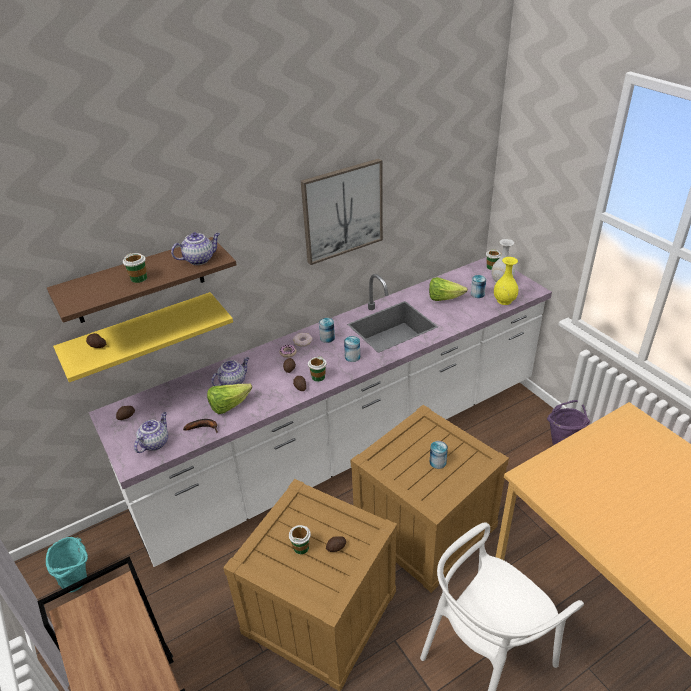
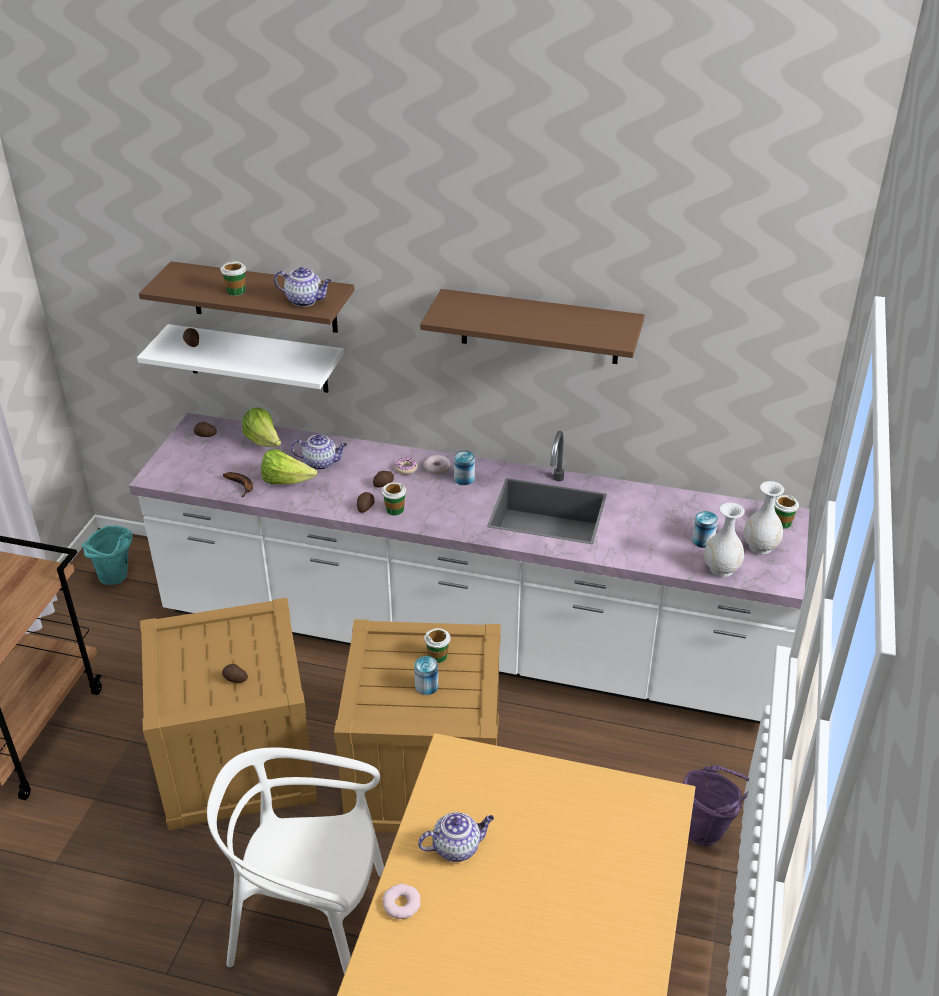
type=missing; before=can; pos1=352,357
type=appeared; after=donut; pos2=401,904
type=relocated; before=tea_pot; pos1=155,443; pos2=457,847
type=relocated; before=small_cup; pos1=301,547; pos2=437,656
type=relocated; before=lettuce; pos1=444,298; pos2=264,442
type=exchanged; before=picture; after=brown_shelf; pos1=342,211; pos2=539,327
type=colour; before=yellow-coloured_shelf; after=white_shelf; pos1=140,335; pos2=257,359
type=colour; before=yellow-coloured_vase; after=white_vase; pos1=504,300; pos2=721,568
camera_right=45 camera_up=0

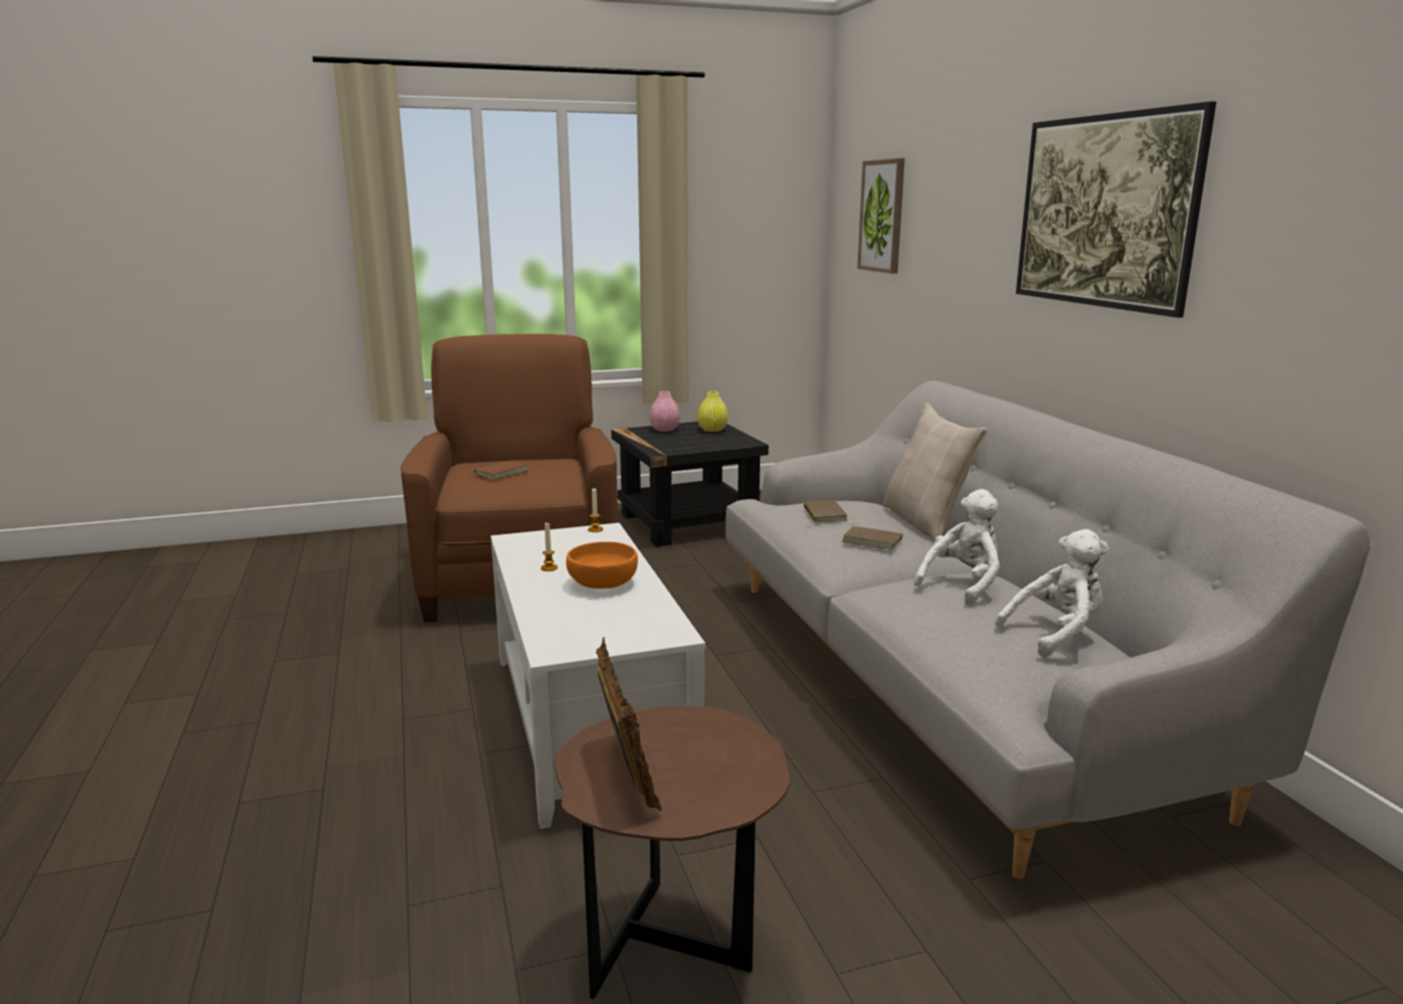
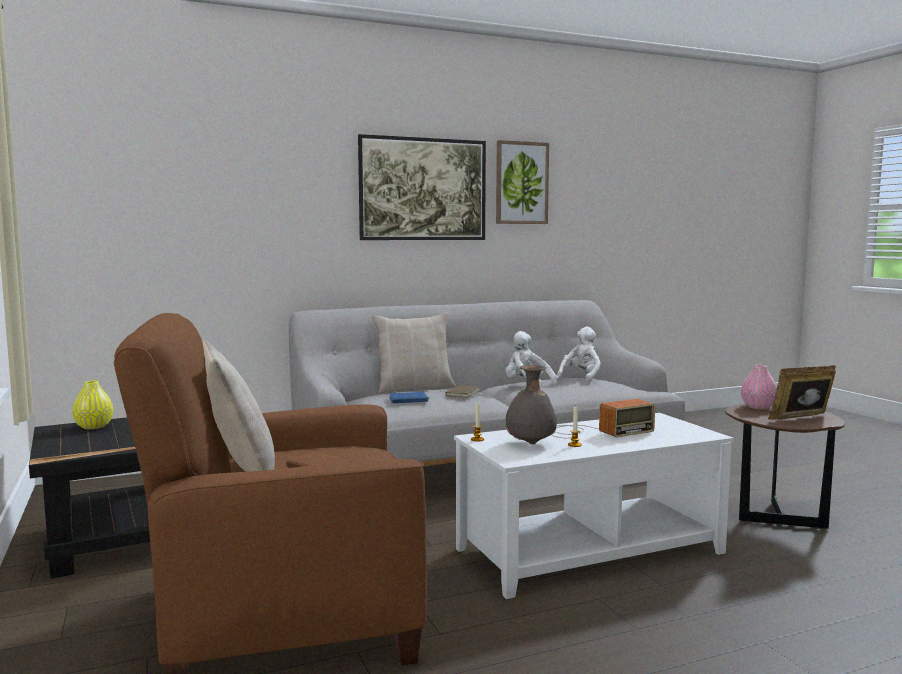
type=appeared; after=sand-coloured_pillow; pos2=239,471
type=appeared; after=greyish_vase; pos2=530,444
type=relocated; before=pink_vase; pos1=664,430; pos2=758,407
type=relocated; before=picture; pos1=882,216; pos2=521,183
type=exchanged; before=orange-coloured_serving_bowl; after=radio_set; pos1=603,583; pos2=593,431
type=colour; before=brown_volume; after=bluish_volume; pos1=822,514; pos2=408,400
type=spun; before=white_cuddly_toy; pos1=1056,634; pos2=581,378; turn=60
camera_right=-95 camera_up=-10

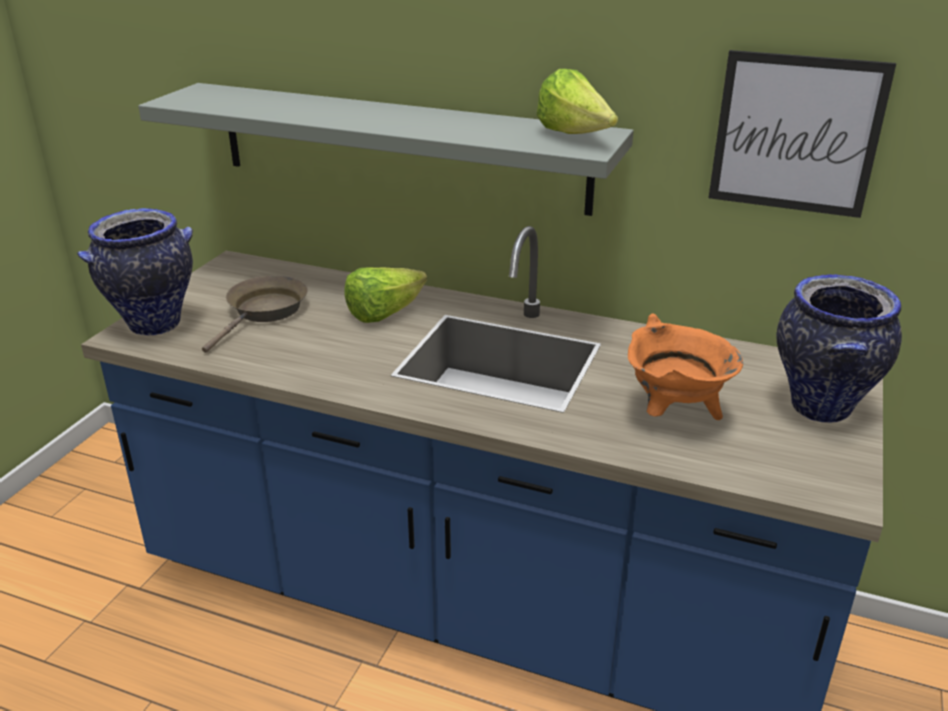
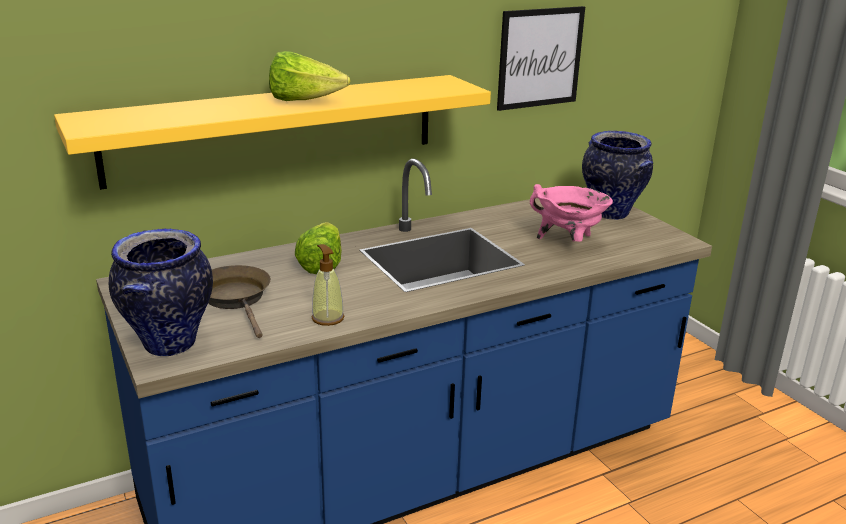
type=appeared; after=soap_bottle; pos2=327,318
type=relocated; before=lettuce; pos1=575,136; pos2=304,101
type=colour; before=greyish_shelf; after=yellow-coloured_shelf; pos1=399,147; pos2=275,128
type=colour; before=orange-coloured_stockpot; after=pink_stockpot; pos1=674,414; pos2=568,242
camera_right=-50 camera_up=-5

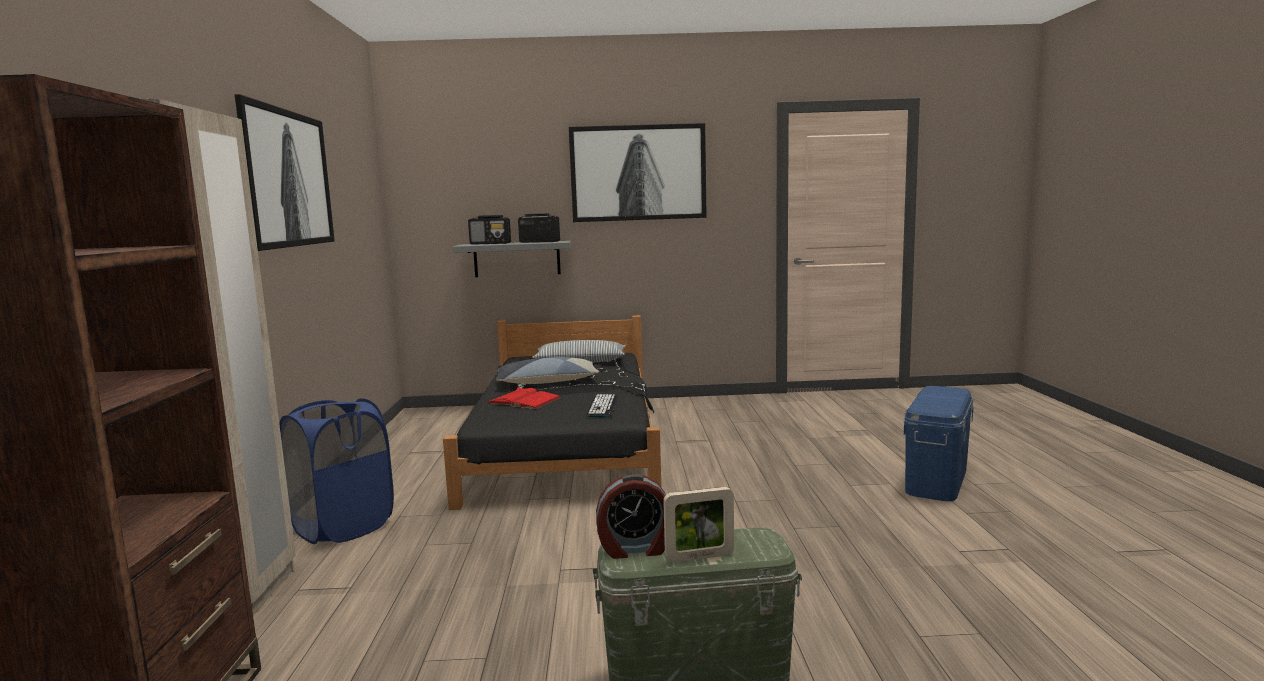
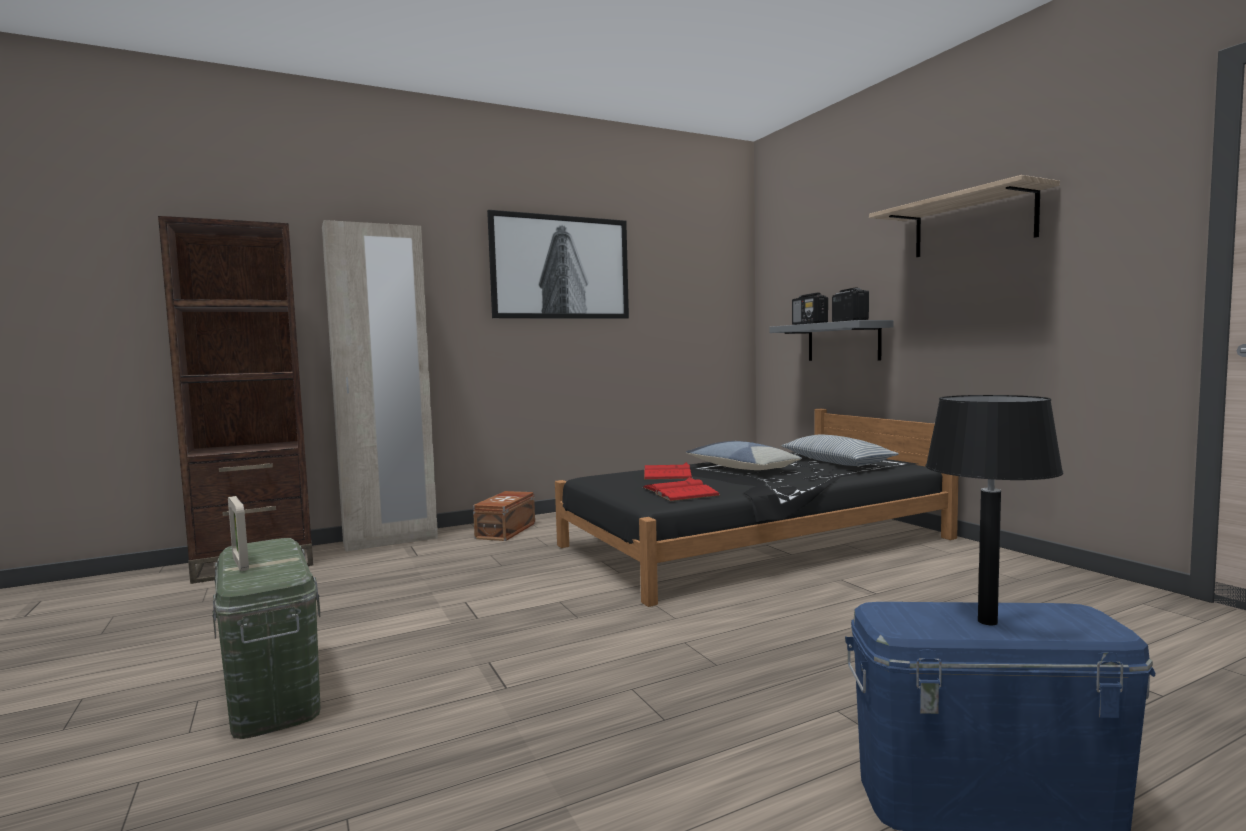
type=missing; before=table_clock; pos1=635,549
type=appeared; after=black-coloured_table_lamp; pos2=987,622
type=exchanged; before=bluish_laundry_basket; after=brown_storage_container; pos1=343,527; pos2=507,530
type=exchanged; before=picture; after=shelf; pos1=638,173; pos2=973,224
type=exchanged; before=keyboard; after=red_volume; pos1=602,406; pos2=680,491
camera_right=65 camera_up=-5

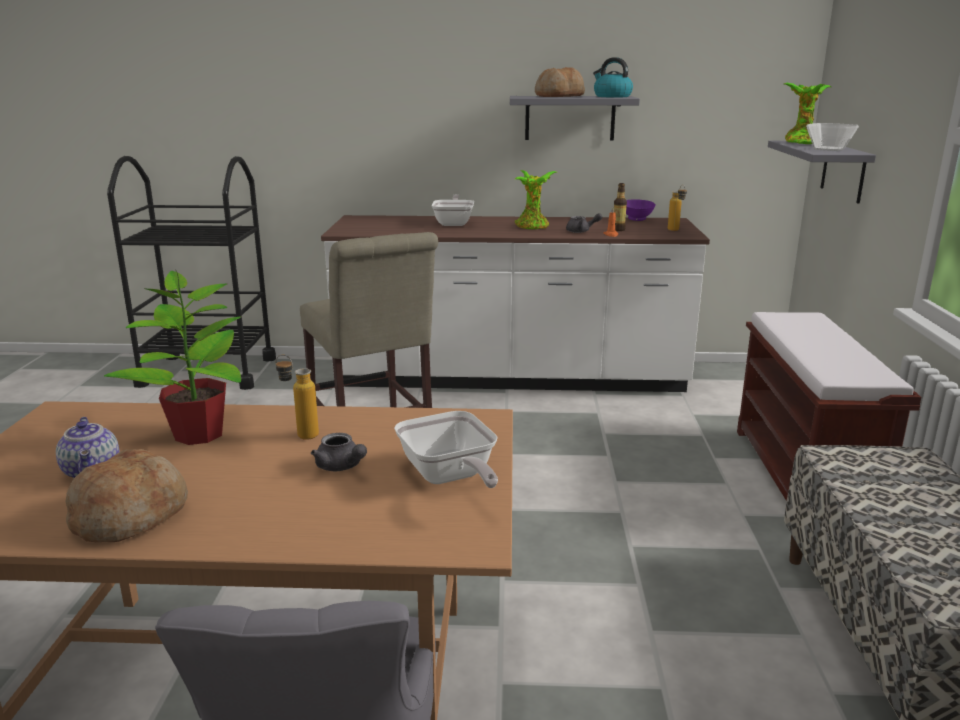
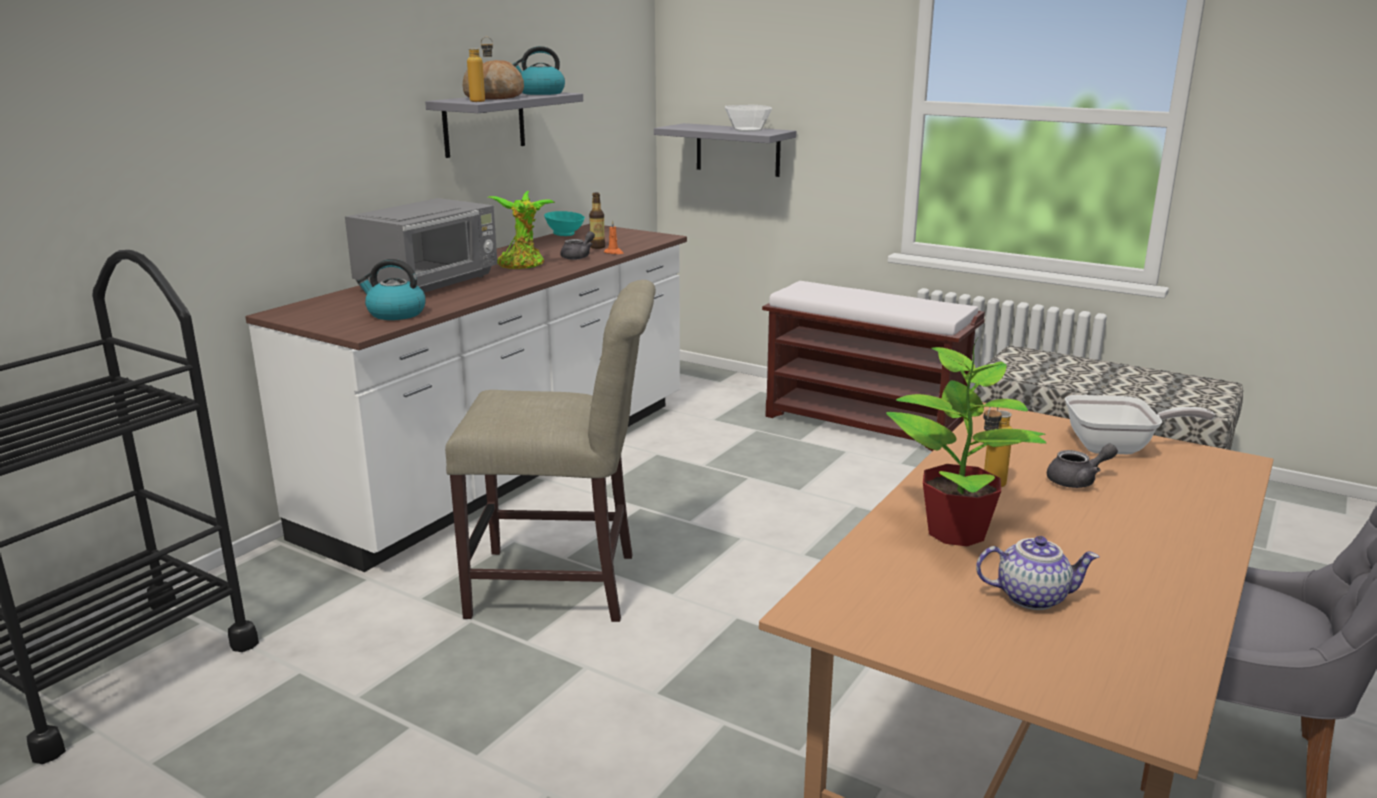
type=missing; before=baked_bread; pos1=130,515
type=missing; before=potted_plant; pos1=801,142
type=appeared; after=water_kettle; pos2=395,314
type=relocated; before=beverage_bottle; pos1=675,230; pos2=483,101
type=exchanged; before=skillet; after=greyish_microwave; pos1=454,223; pos2=430,284
type=colour; before=purplish_serving_bowl; after=turquoise-coloured_serving_bowl; pos1=636,219; pos2=564,234
camera_right=-60 camera_up=0

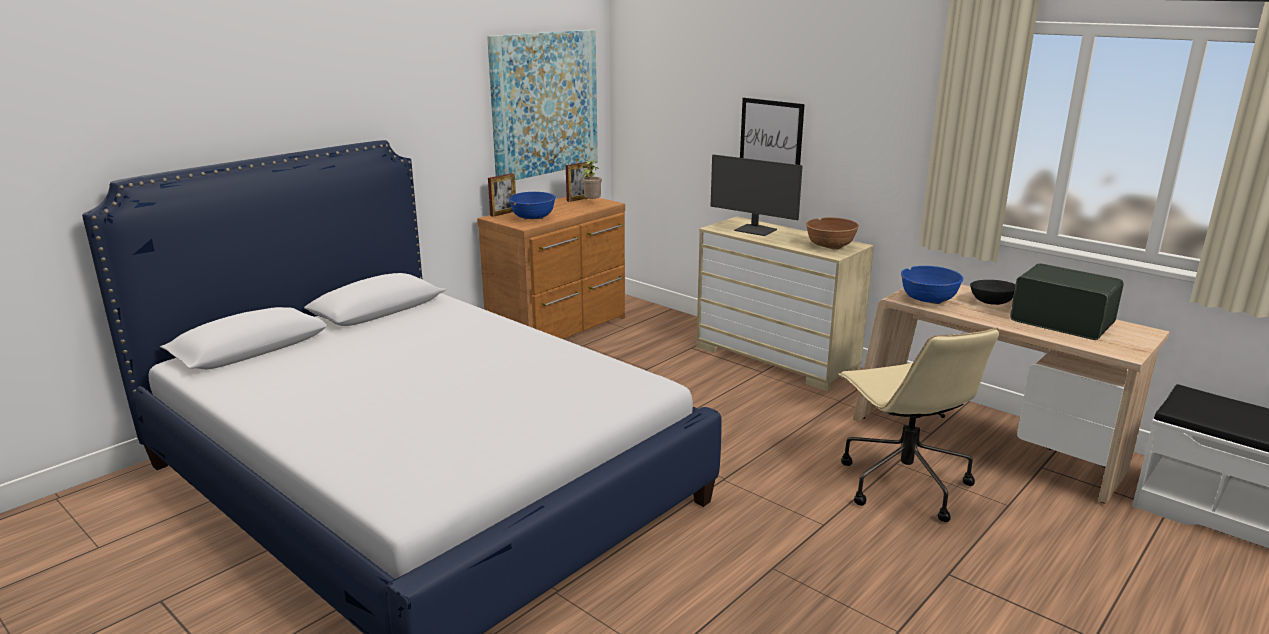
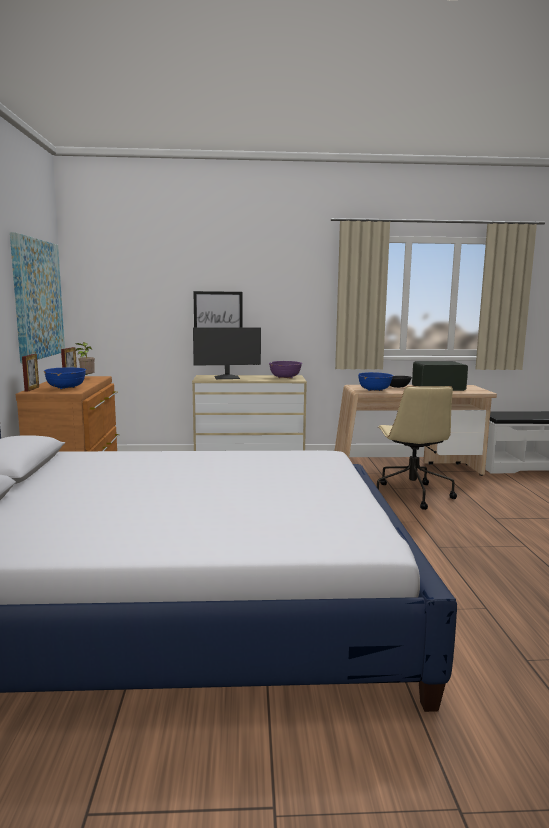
type=colour; before=brown_serving_bowl; after=purplish_serving_bowl; pos1=830,246; pos2=285,378
type=spun; before=sand-coloured_desk_chair; pos1=902,483; pos2=411,494; turn=60
camera_right=-45 camera_up=-10

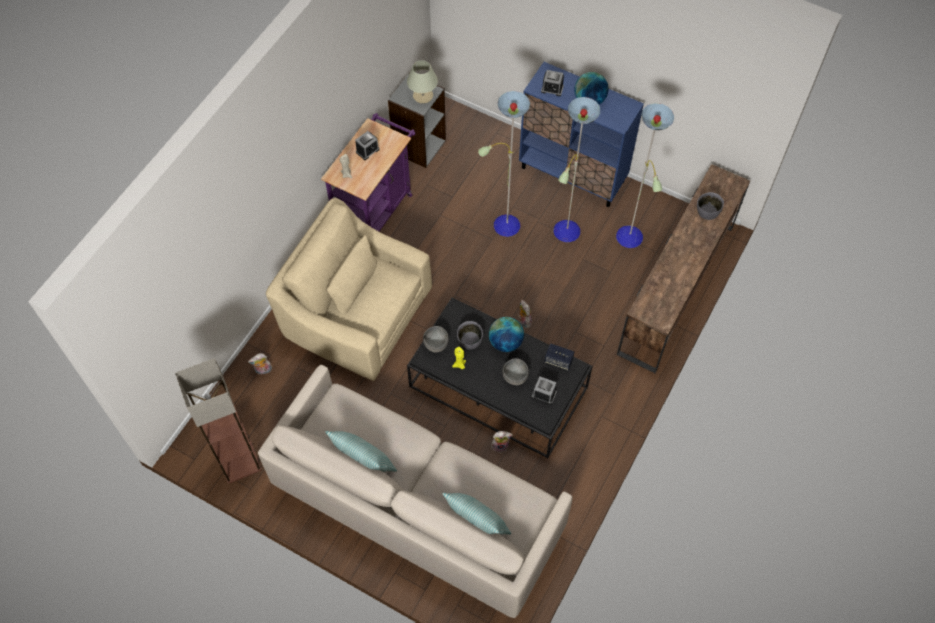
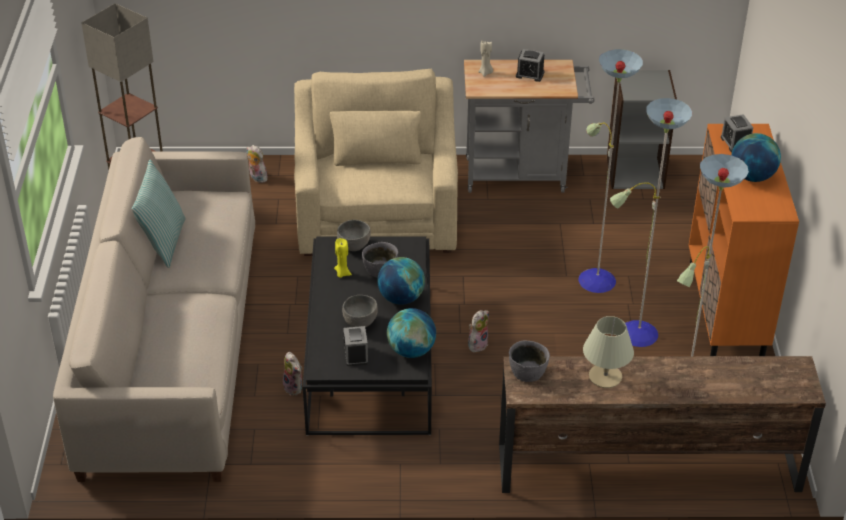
type=missing; before=pillow; pos1=477,524
type=relocated; before=sand-coloured_table_lamp; pos1=423,96; pos2=605,377
type=relocated; before=greyish_serving_bowl; pos1=707,211; pos2=527,371
type=exchanged; before=loudspeaker; after=globe; pos1=558,361; pos2=411,350
type=colour; before=purplish_wheeled_cart; after=greyish_wheeled_cart; pos1=376,208; pos2=522,174
type=colour; before=bluish_cabinet; after=orange-coloured_cabinet; pos1=573,175; pos2=726,308
camera_right=60 camera_up=-20

